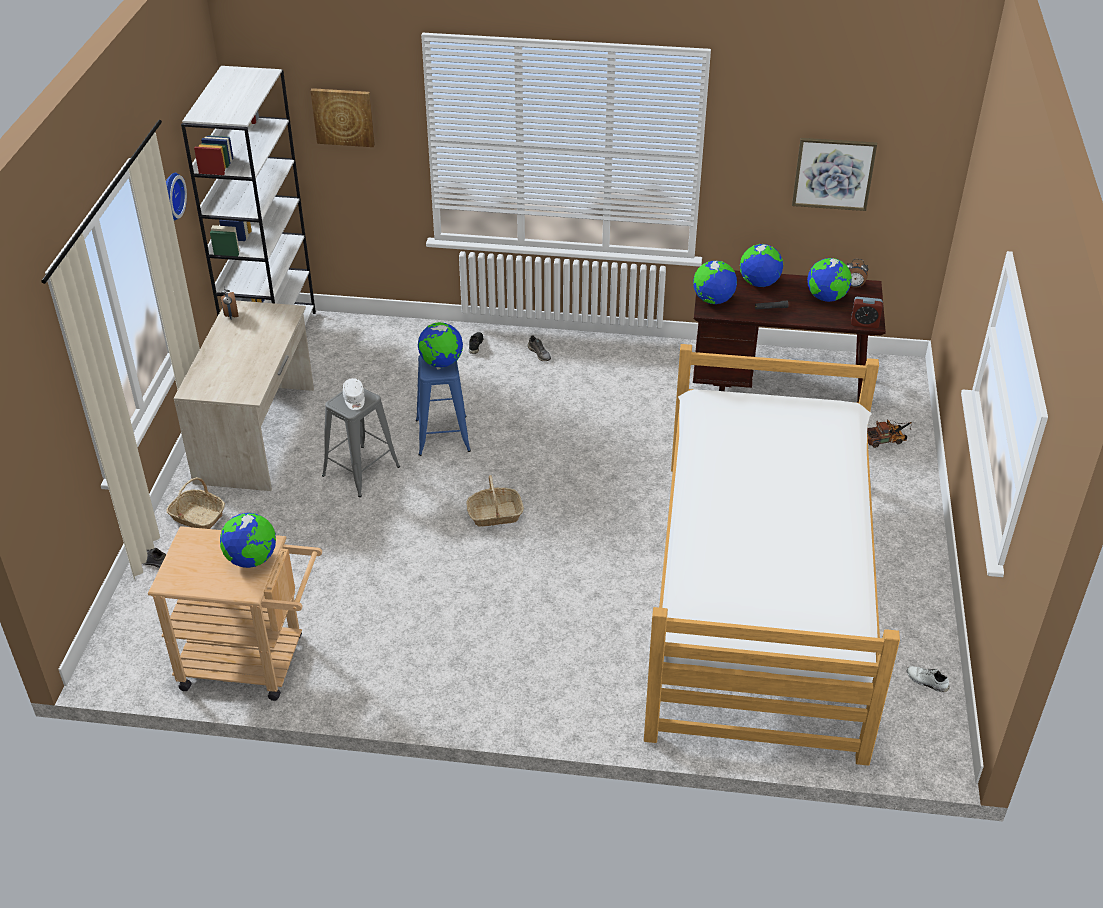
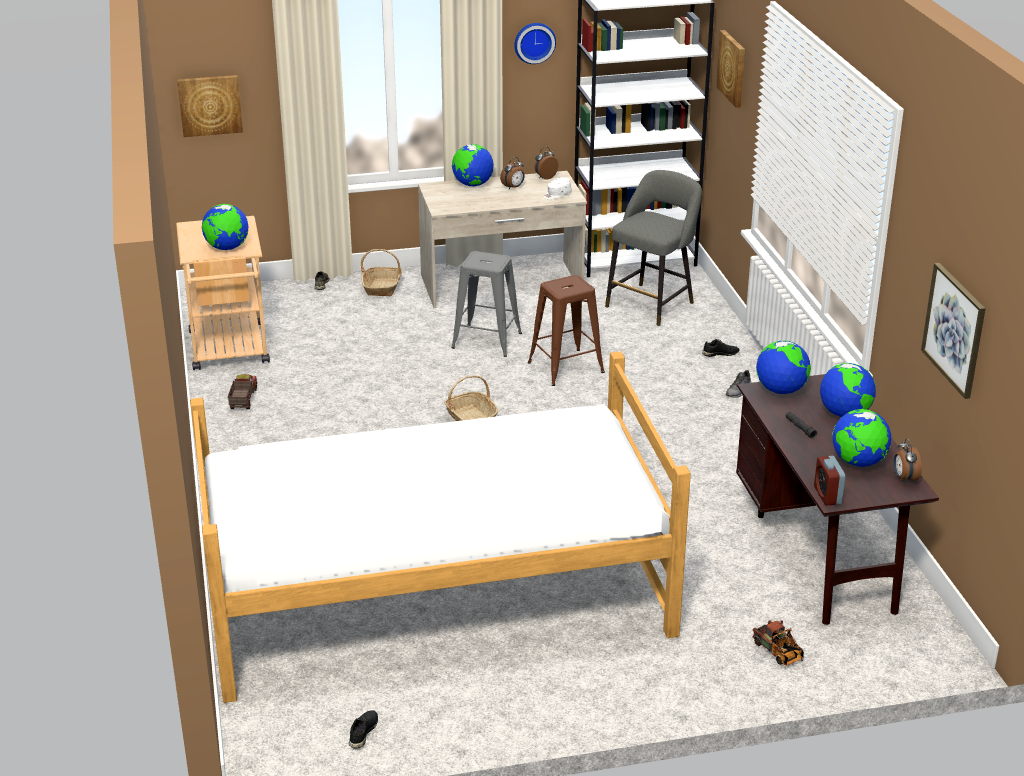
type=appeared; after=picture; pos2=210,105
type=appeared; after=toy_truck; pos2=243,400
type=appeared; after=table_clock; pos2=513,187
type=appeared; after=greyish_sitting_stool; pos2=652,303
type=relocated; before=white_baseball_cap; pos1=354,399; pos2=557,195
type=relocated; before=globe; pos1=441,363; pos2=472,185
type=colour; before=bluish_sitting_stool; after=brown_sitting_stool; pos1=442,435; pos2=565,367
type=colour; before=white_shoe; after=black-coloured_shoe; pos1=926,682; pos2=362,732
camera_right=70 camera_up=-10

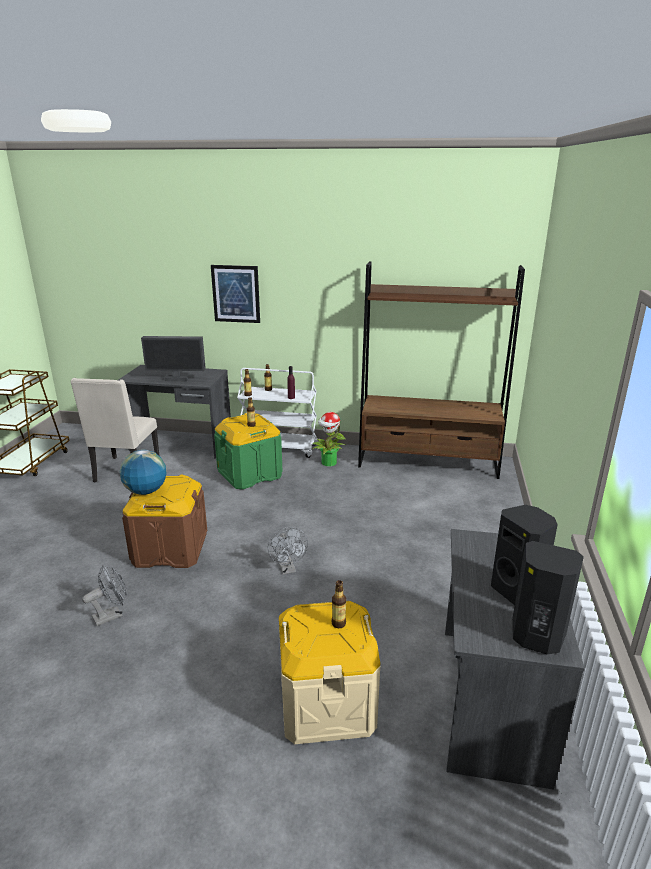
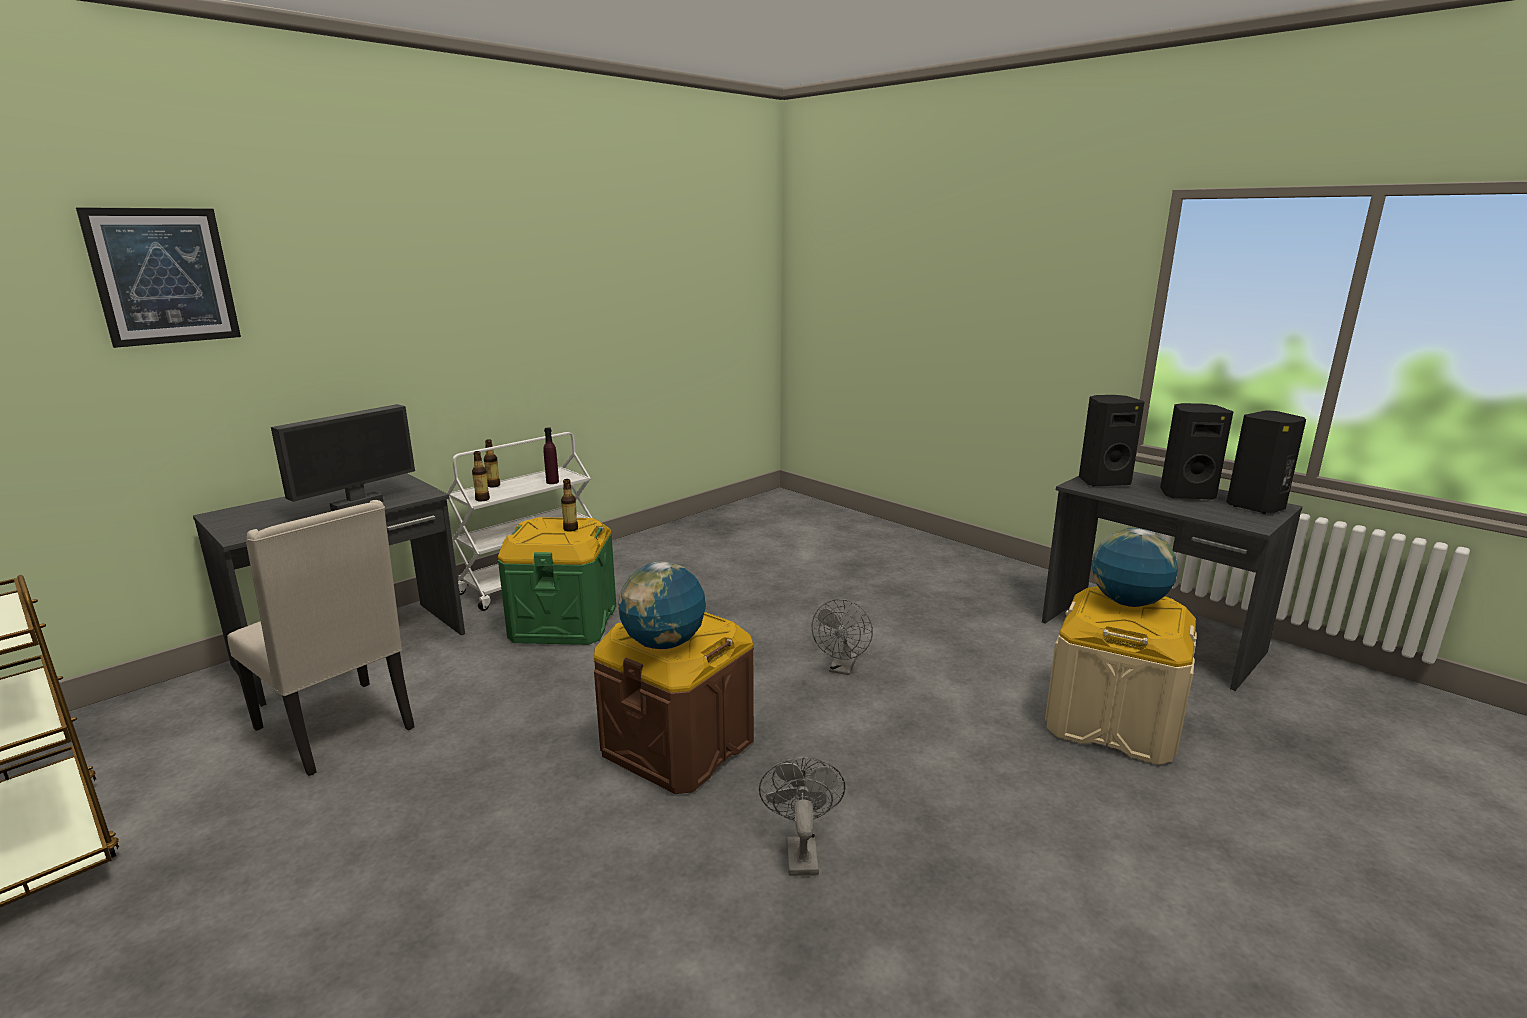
type=missing; before=potted_plant; pos1=328,463
type=missing; before=brown_shelving_unit; pos1=428,463
type=appeared; after=black-coloured_loudspeaker; pos2=1102,481
type=relocated; before=picture; pos1=236,294; pos2=163,276
type=exchanged; before=beverage_bottle; after=globe; pos1=338,623; pos2=1127,602
type=spun; before=greyish_electric_fan; pos1=288,569; pos2=842,668; turn=90
camera_right=-55 camera_up=-5

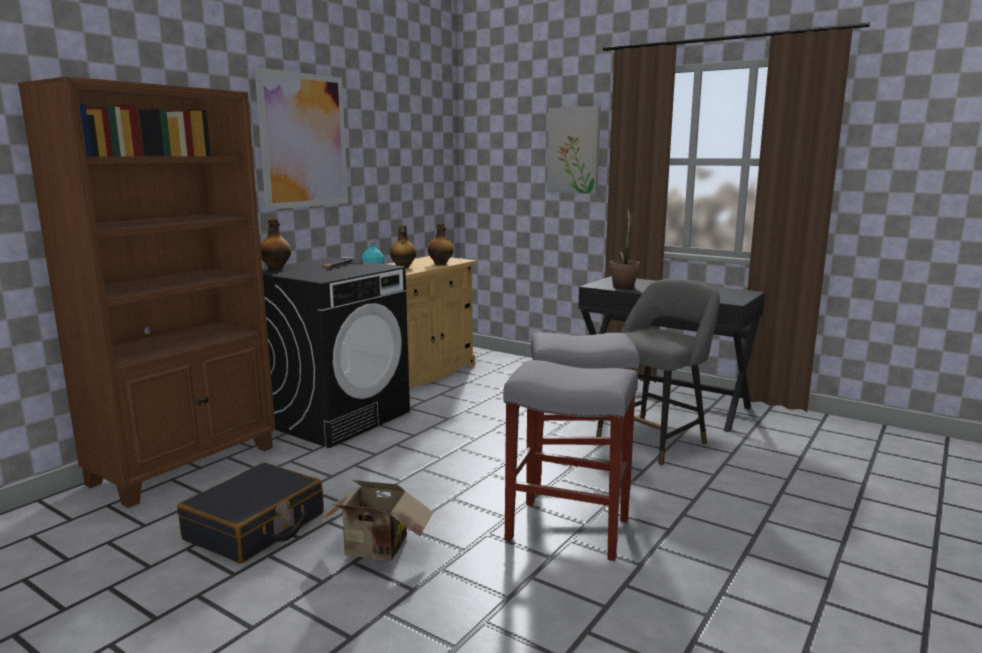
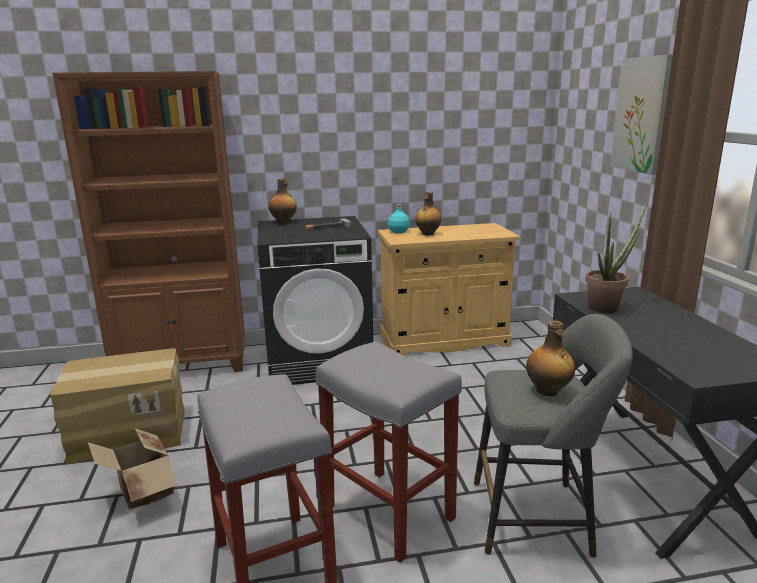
type=missing; before=picture; pos1=303,141
type=relocated; before=beverage_bottle; pos1=440,264; pos2=548,391
type=exchanged; before=black-coloured_suitcase; after=packing_box; pos1=256,527; pos2=129,433
camera_right=45 camera_up=5

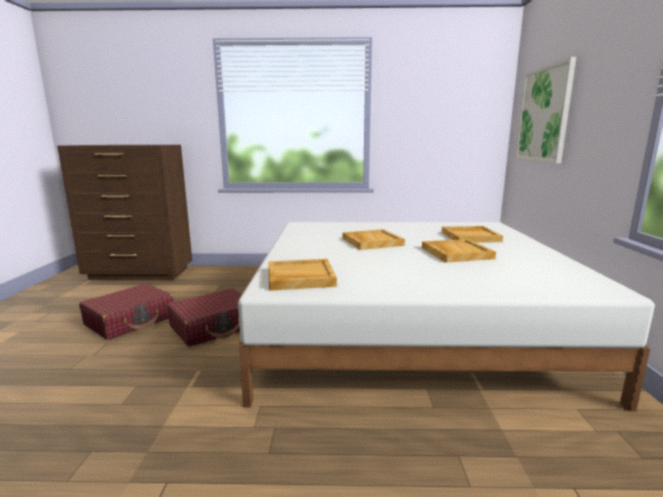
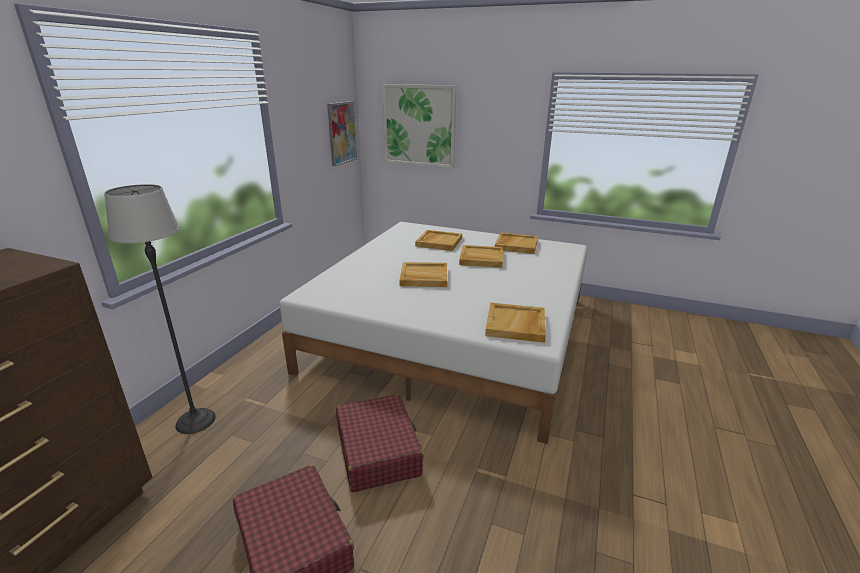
type=appeared; after=standard_lamp; pos2=195,421
type=appeared; after=picture; pos2=342,133
type=appeared; after=sand-coloured_carrying_tray; pos2=516,245
camera_right=-70 camera_up=10

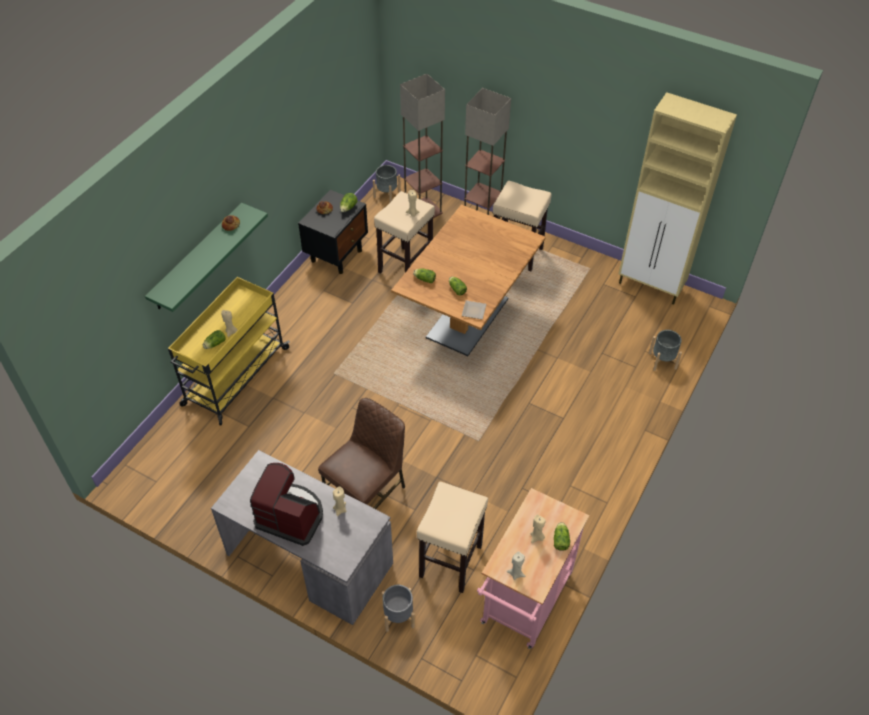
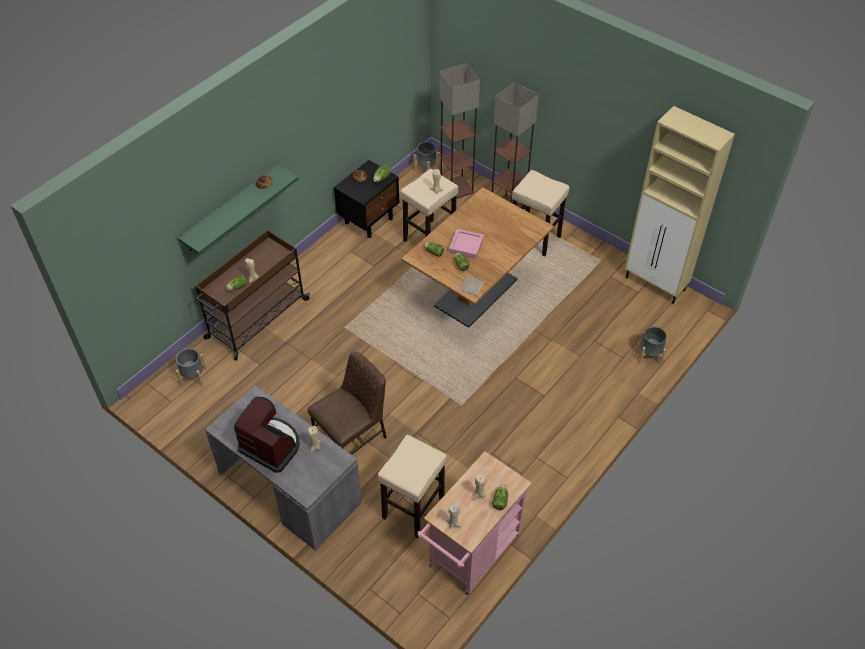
type=appeared; after=pink_carrying_tray; pos2=466,246
type=relocated; before=greyish_flower_pot; pos1=398,616; pos2=193,377
type=colour; before=yellow-coloured_wheeled_cart; after=brown_wheeled_cart; pos1=235,377; pos2=256,319
camera_right=10 camera_up=0

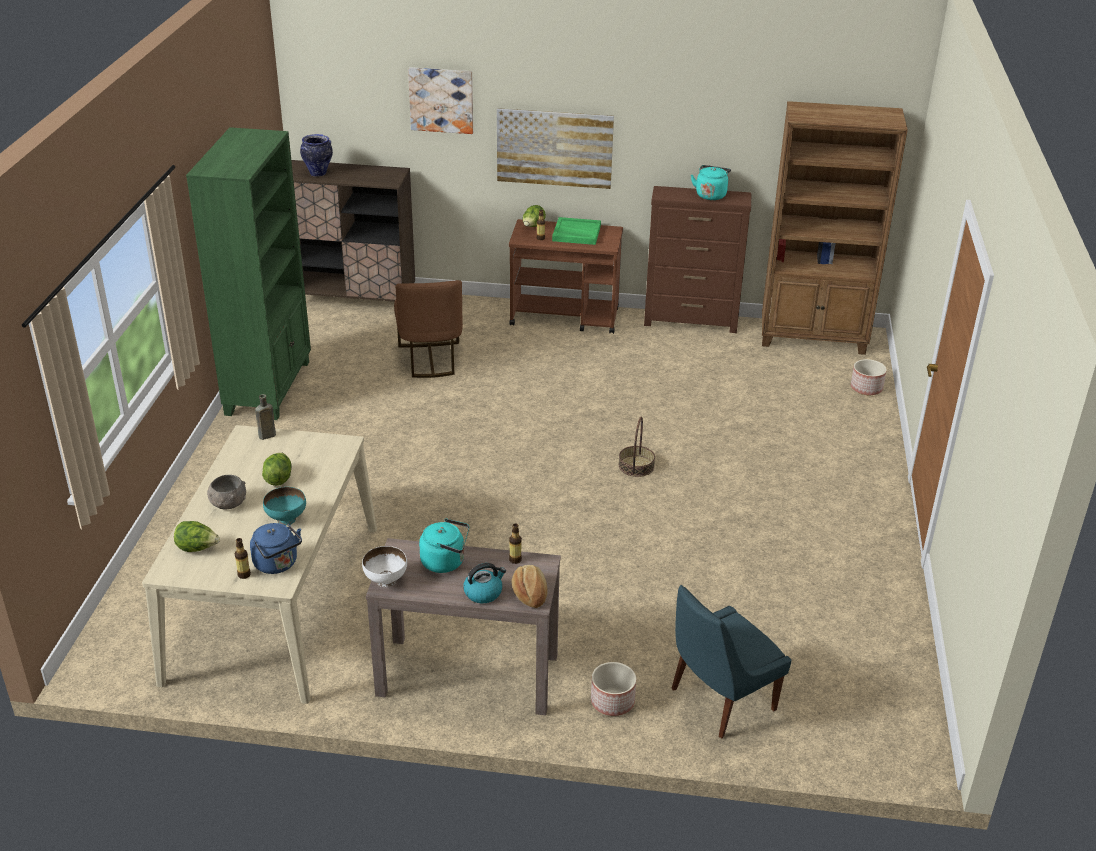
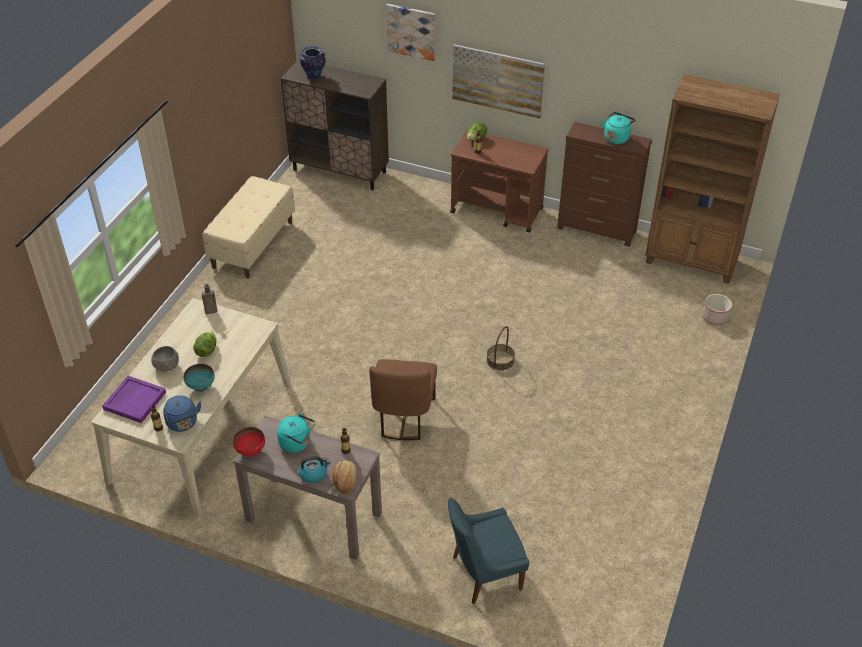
type=missing; before=green_carrying_tray; pos1=576,233
type=missing; before=flower_pot; pos1=612,702
type=relocated; before=brown_chair; pos1=430,360; pos2=404,417
type=exchanged; before=lettuce; after=purplish_carrying_tray; pos1=197,548; pos2=134,400
type=exchanged; before=green_shelving_unit; after=sand-coloured_bench; pos1=269,387; pos2=253,244
type=colour; before=white_serving_bowl; after=red_serving_bowl; pos1=385,580; pos2=250,451
camera_right=15 camera_up=10

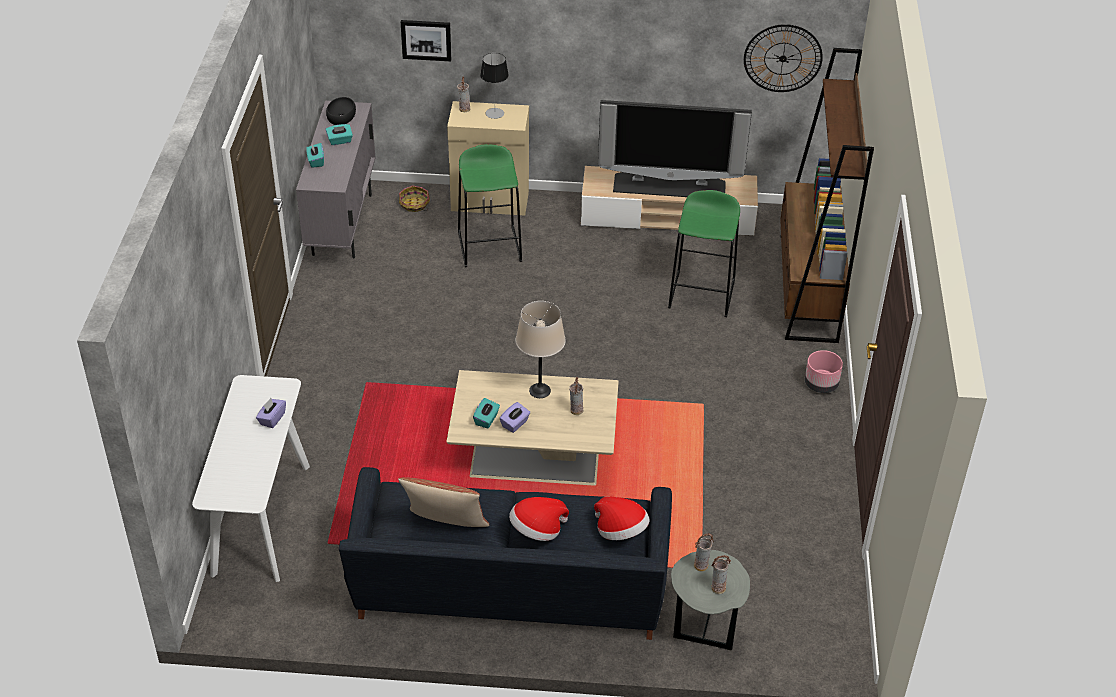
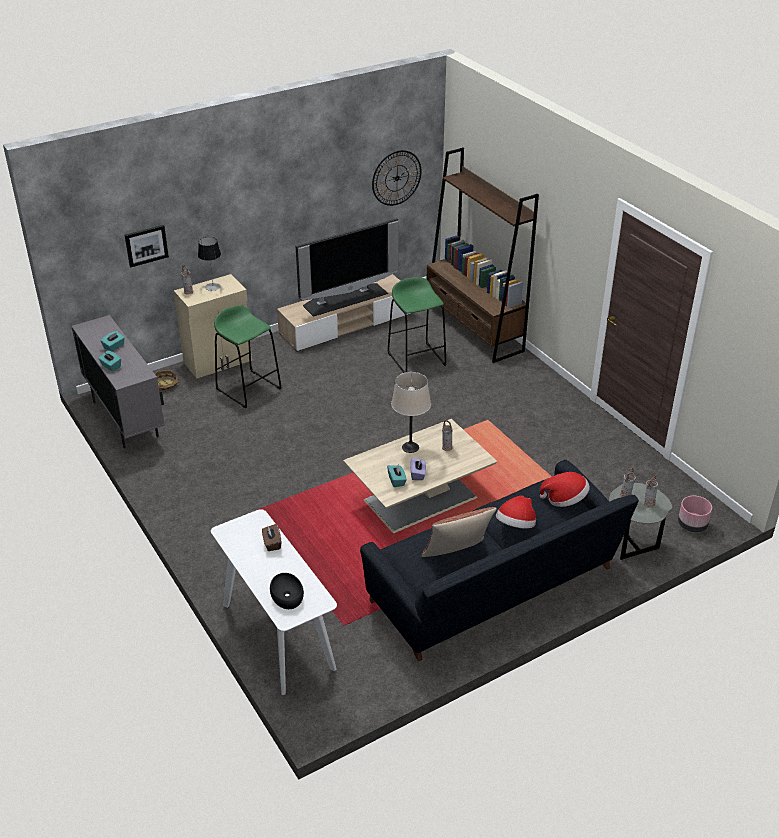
type=relocated; before=black-coloured_serving_bowl; pos1=341,116; pos2=287,595
type=relocated; before=pink_flower_pot; pos1=821,385; pos2=692,525
type=colour; before=purplish_tissue_box; after=brown_tissue_box; pos1=272,419; pos2=272,543
camera_right=-35 camera_up=-5

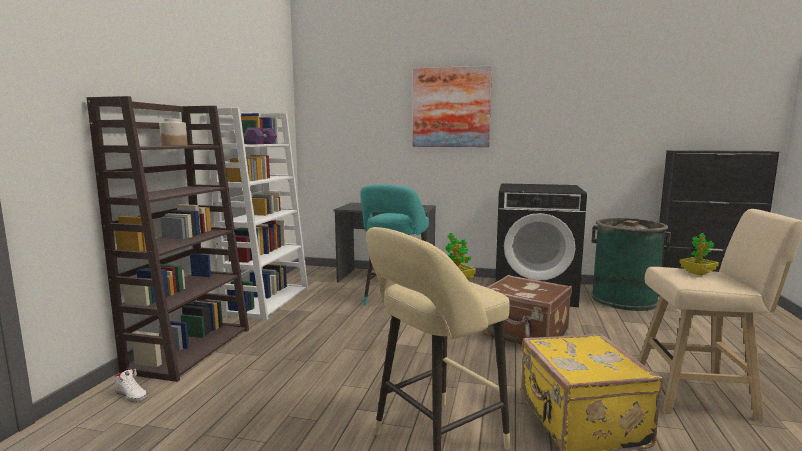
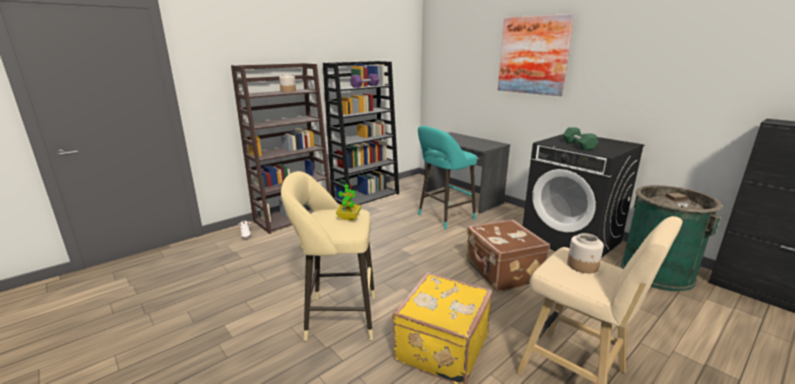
type=appeared; after=green_dumbbell; pos2=578,145
type=exchanged; before=potted_plant; after=storage_jar; pos1=697,273; pos2=583,266
type=colour; before=white_shelving_unit; after=black-coloured_shelving_unit; pos1=267,301; pos2=366,196
camera_right=35 camera_up=10

